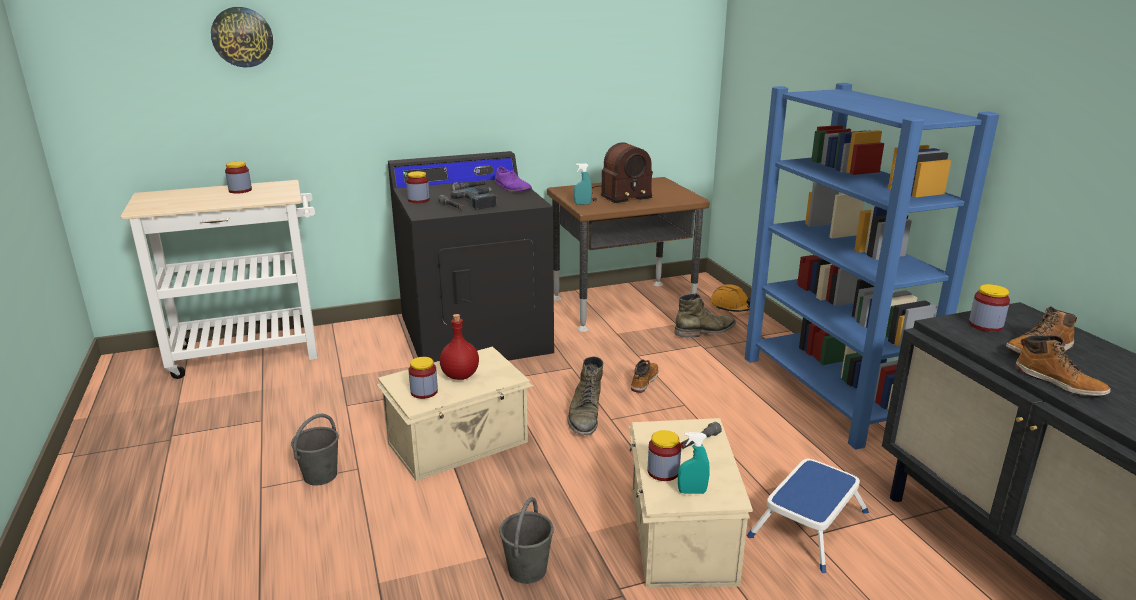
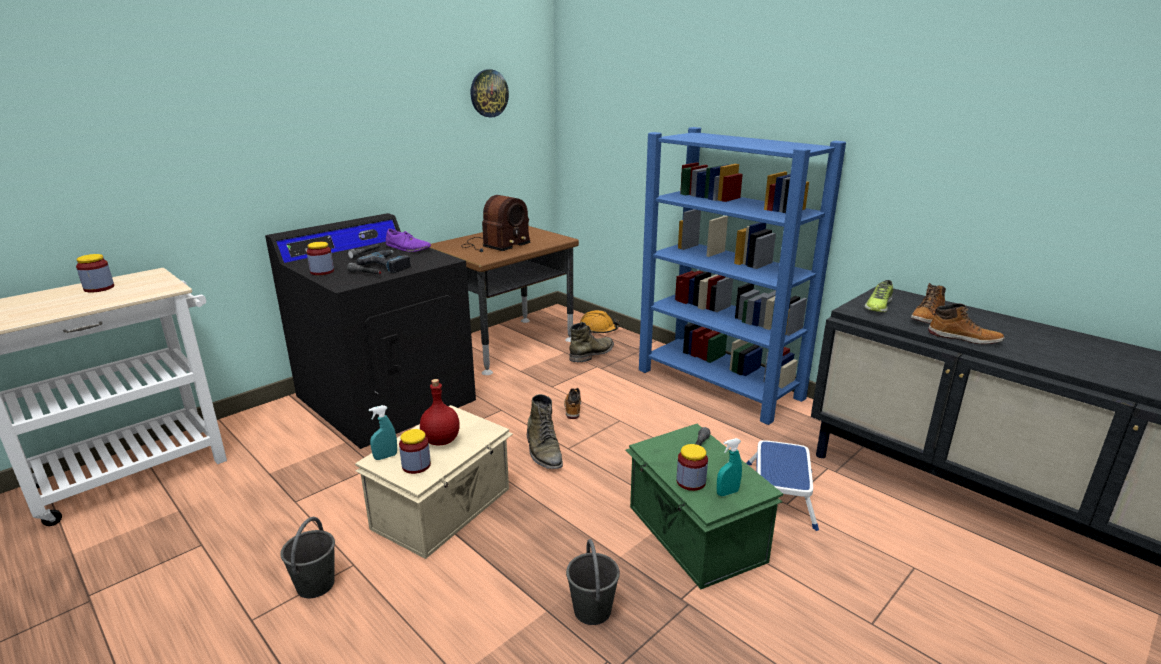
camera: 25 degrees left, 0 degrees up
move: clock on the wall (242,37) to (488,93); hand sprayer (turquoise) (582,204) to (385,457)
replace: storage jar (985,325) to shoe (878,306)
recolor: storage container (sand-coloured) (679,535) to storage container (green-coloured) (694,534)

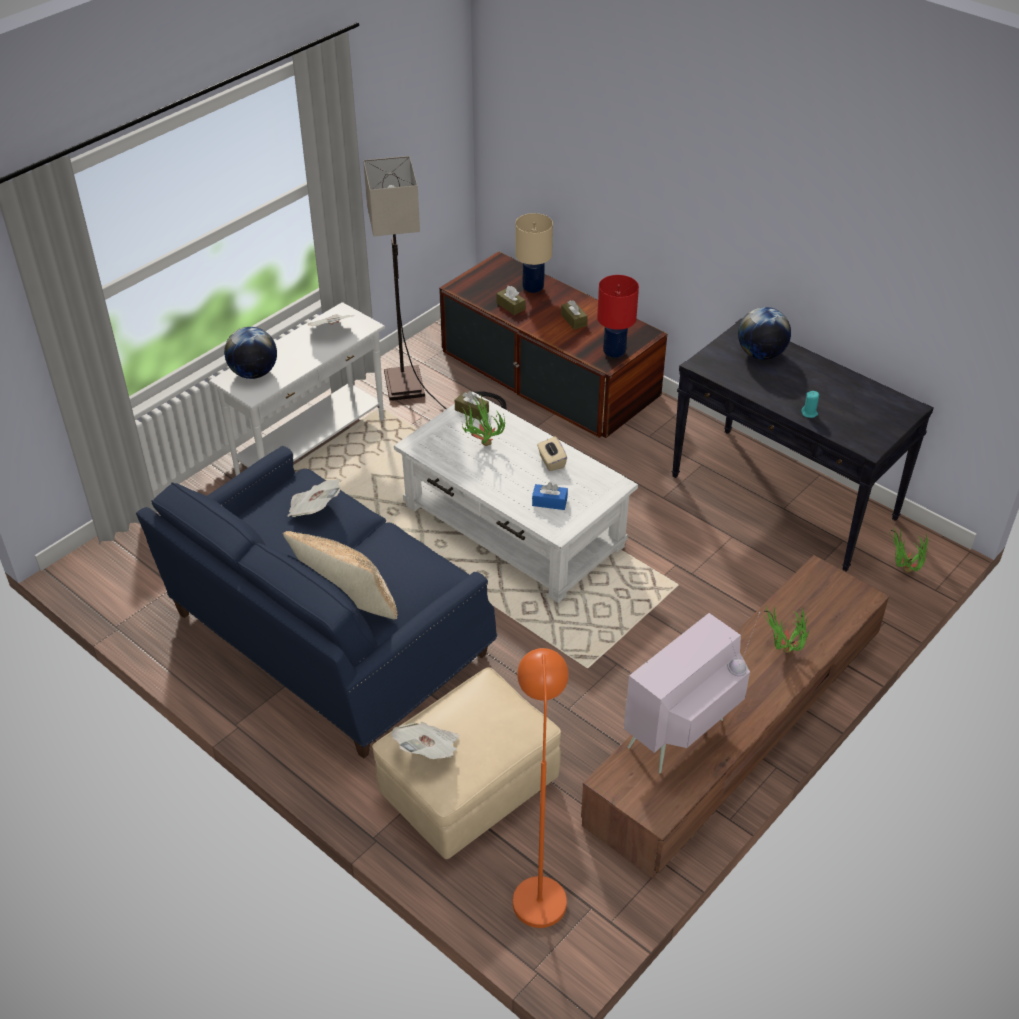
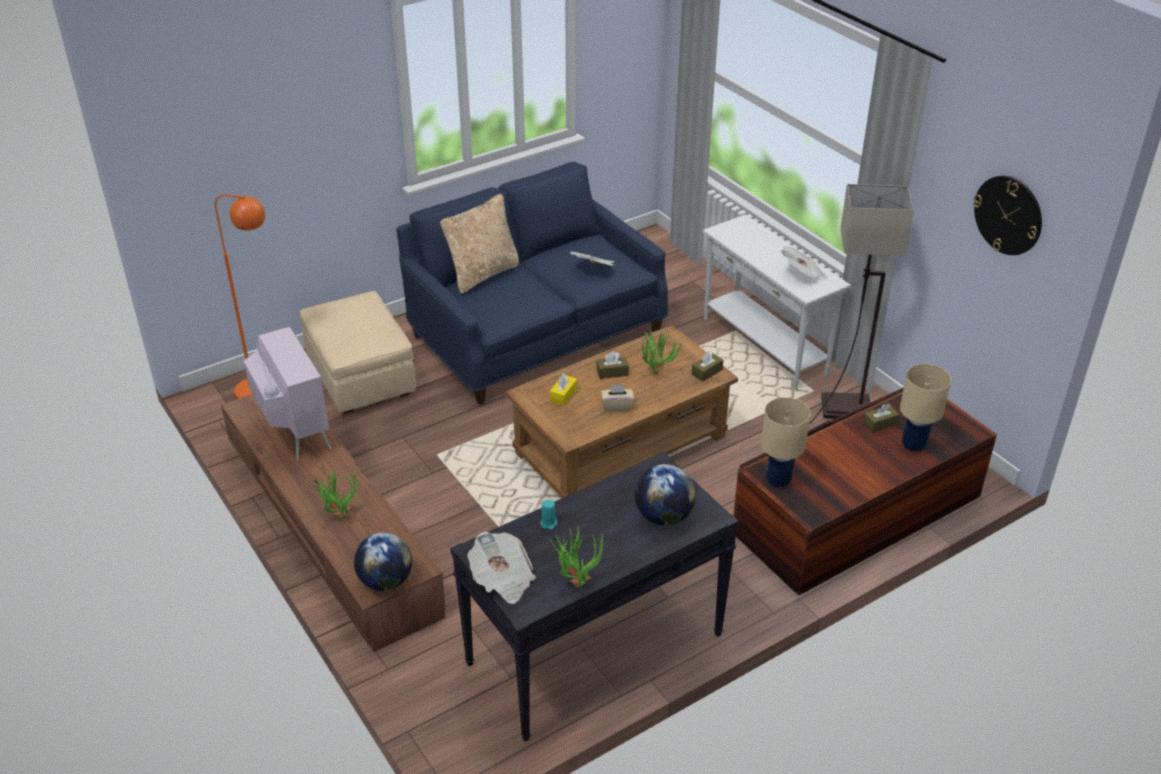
camera: 105 degrees right, 5 degrees down
insert: clock on the wall (1008,215)
move: tissue box (brownish) (574,320) to (612,372); world globe (254,373) to (385,581); plant in a pot (902,572) to (576,580); daily paper (428,751) to (502,579)
recolor: lamp for a table (red) (614,353) to lamp for a table (sand-coloured) (778,481); low table (white-coloured) (513,526) to low table (brownish) (621,444); tissue box (bluish) (549,502) to tissue box (yellow-coloured) (563,395)

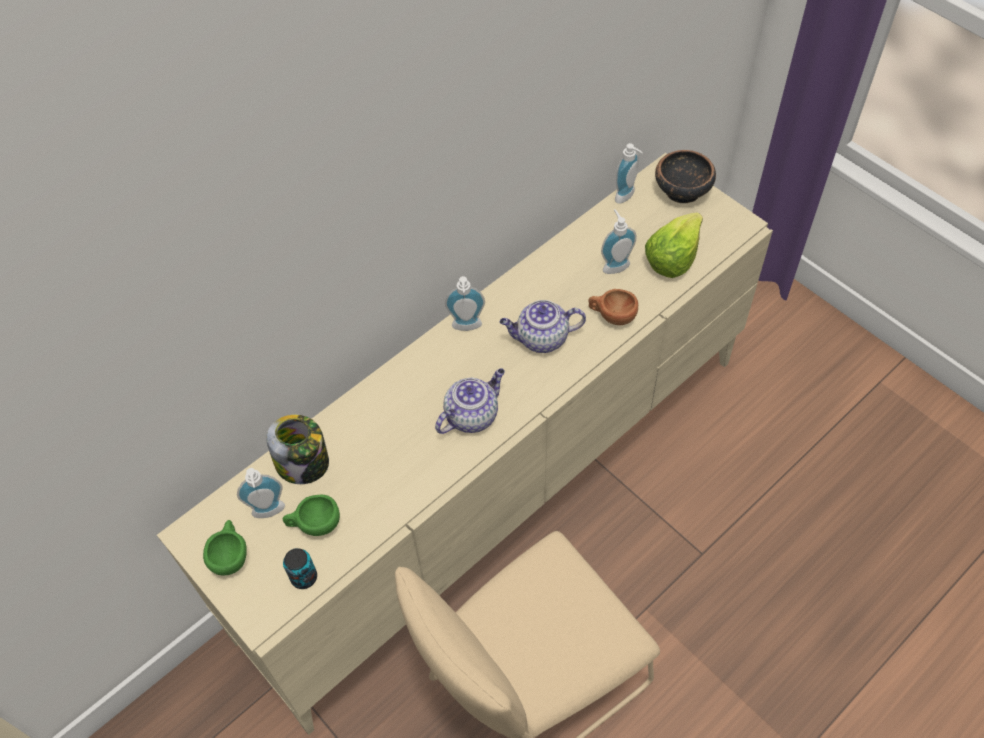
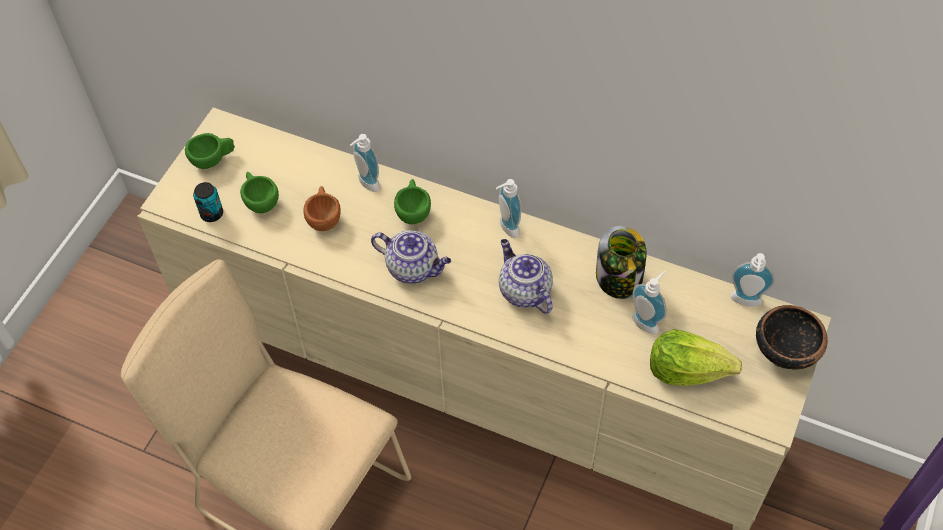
camera: 65 degrees right, 0 degrees up
insert: drinking cup (green-coloured) (413,210)
move: drinking cup (brownish) (611,316) to (324,217); storage jar (304,464) to (619,279); soap bottle (269,513) to (366,184)

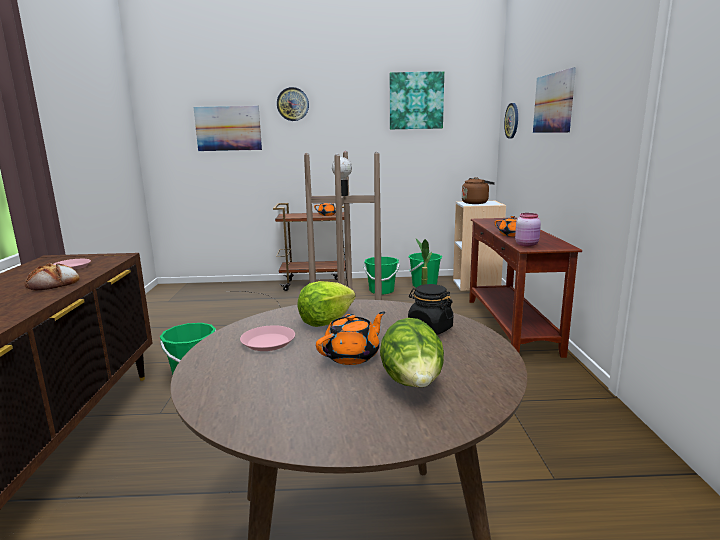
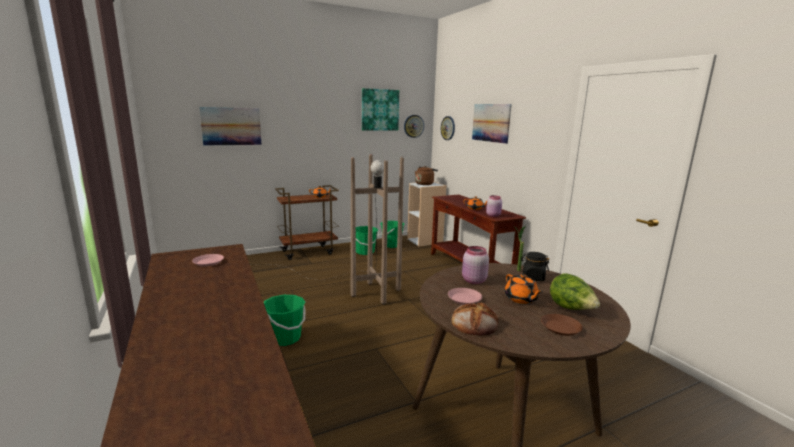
camera: 25 degrees left, 0 degrees up
insert: flat dish (brownish) (560,328)
move: clock on the wall (293,104) to (413,126); baked bread (54,283) to (475,323)
replace: lettuce (326,321) to storage jar (pink) (473,281)
rotate: tea pot (orange-coloured) (352,356) = (521,299) 135 degrees clockwise

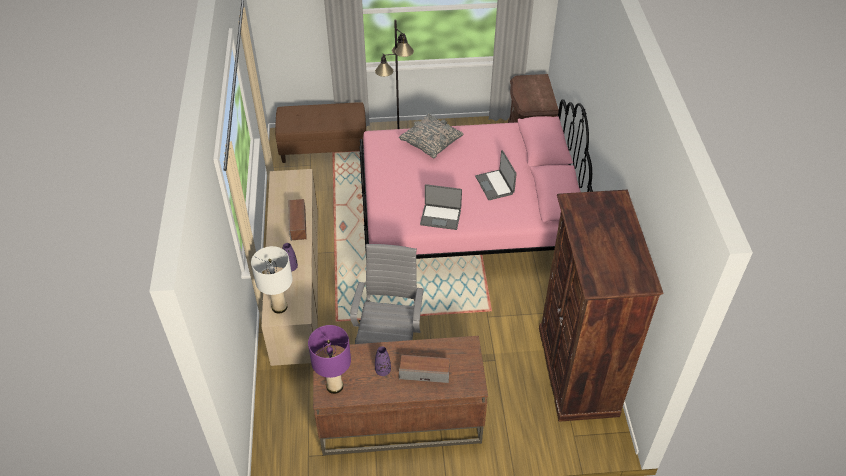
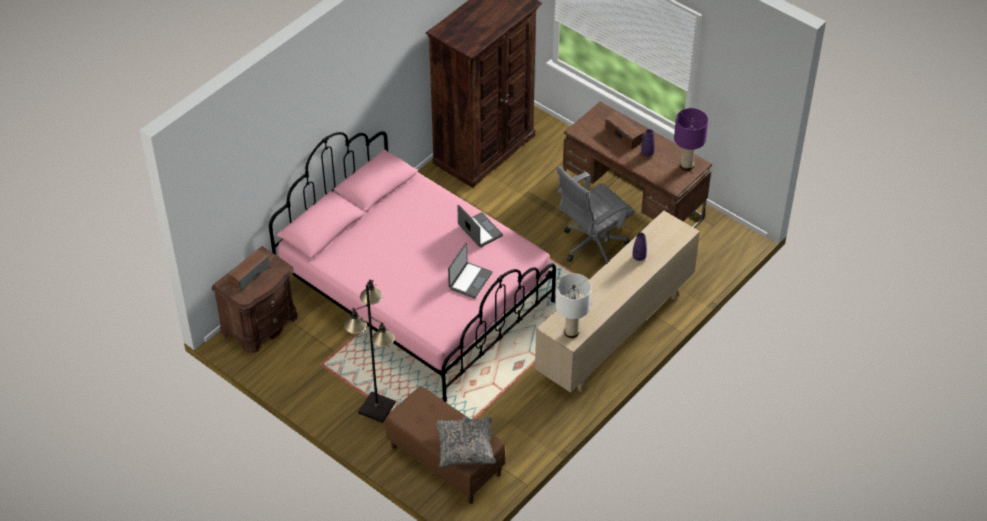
camera: 135 degrees left, 0 degrees up
move: throw pillow (gray) (431,143) to (465,449); notebook computer (495,185) to (469,280); loudspeaker (298,224) to (249,274); lamp for a table (white-coloured) (279,307) to (571,332)

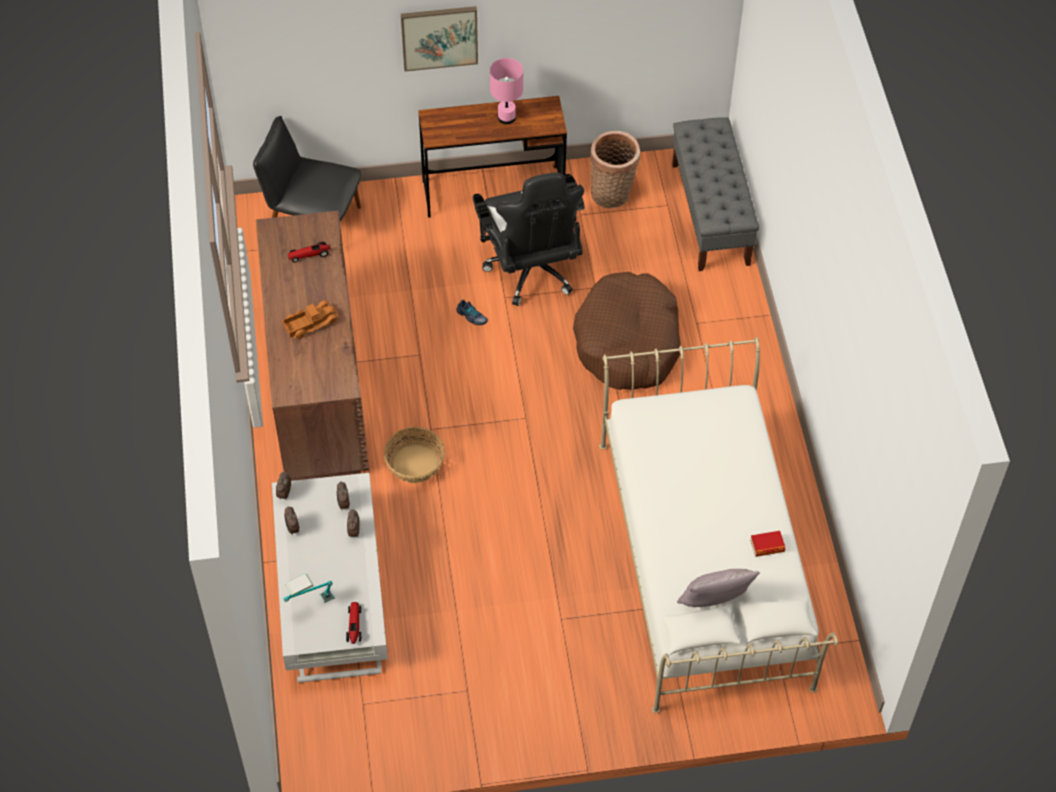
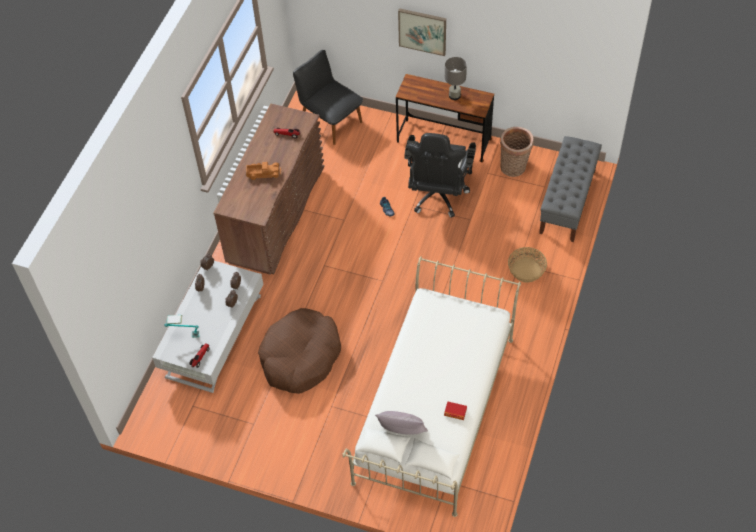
camera: 30 degrees right, 0 degrees up
move: pet bed (brownish) (628,342) to (300,357); storage basket (415,464) to (526,271)
recolor: lamp for a table (pink) (507,117) to lamp for a table (gray) (455,95)

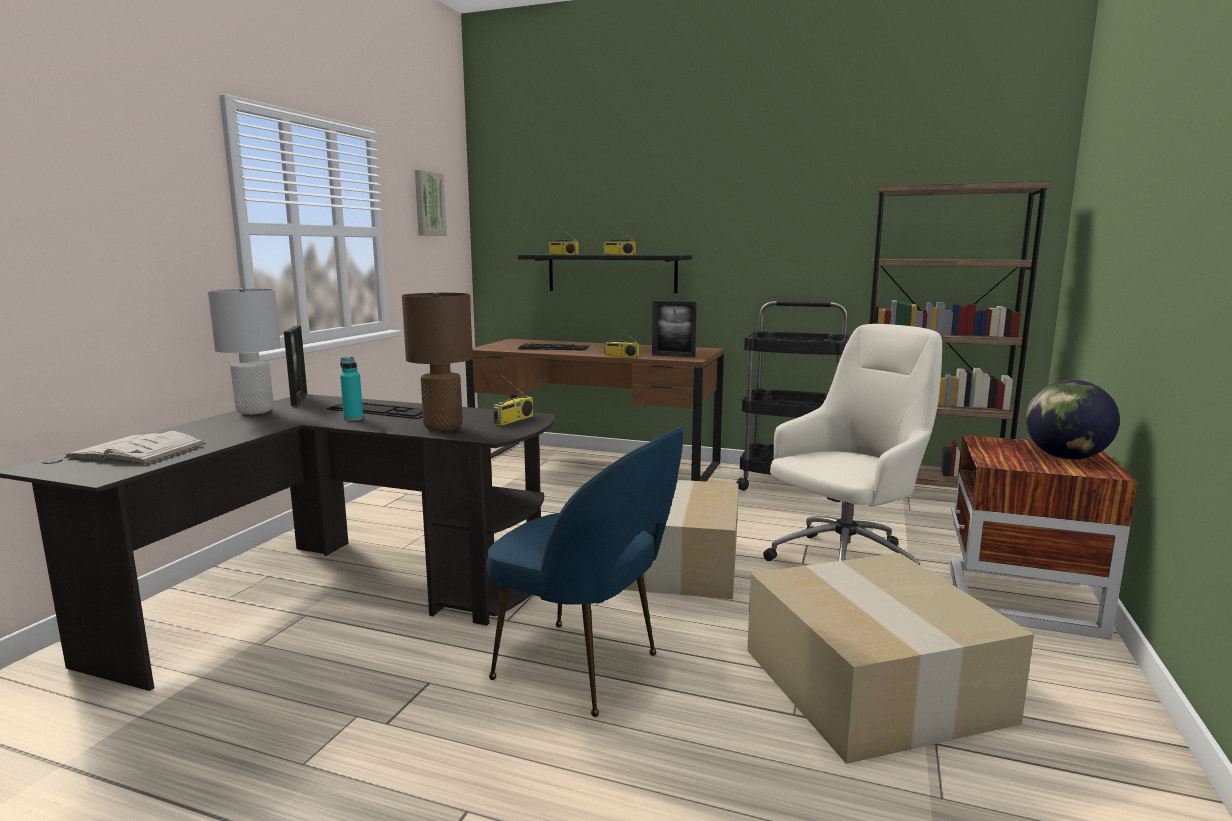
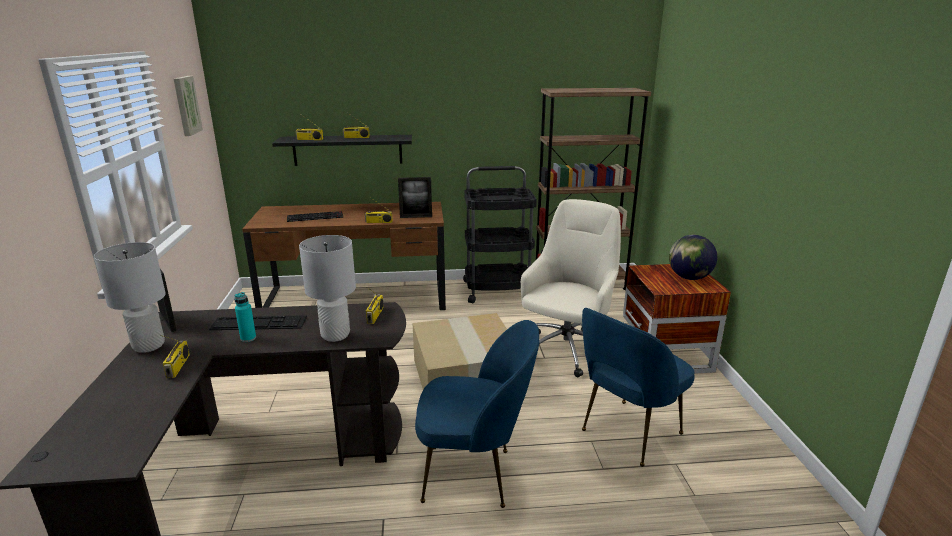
camera: 25 degrees left, 10 degrees up
delete: volume (white-coloured) (137,450)
insert: radio set (178,366)
replace: cardboard box (868,683) to chair (bluish) (626,435)
recolor: lamp for a table (brownish) (444,429) to lamp for a table (gray) (336,337)

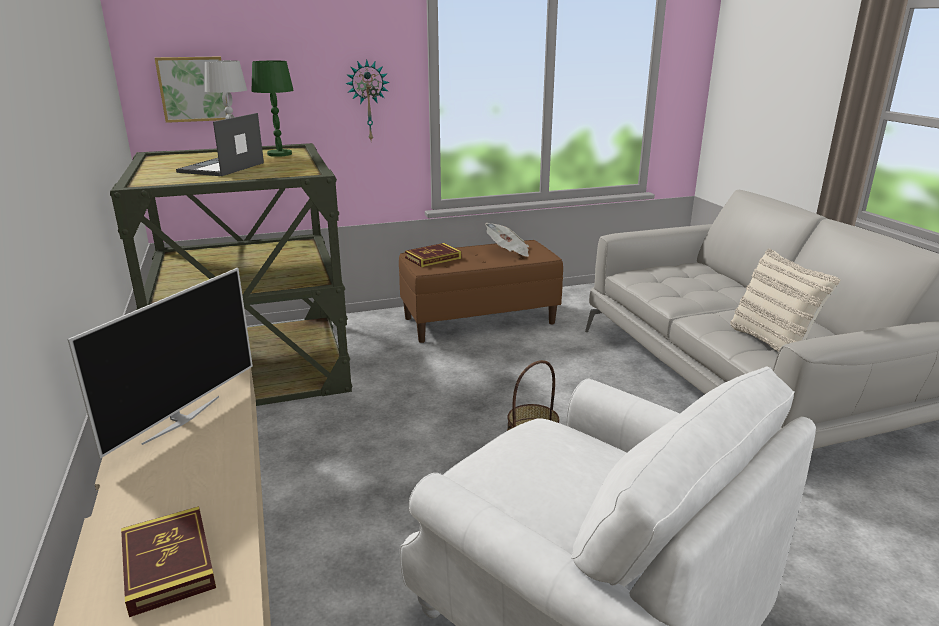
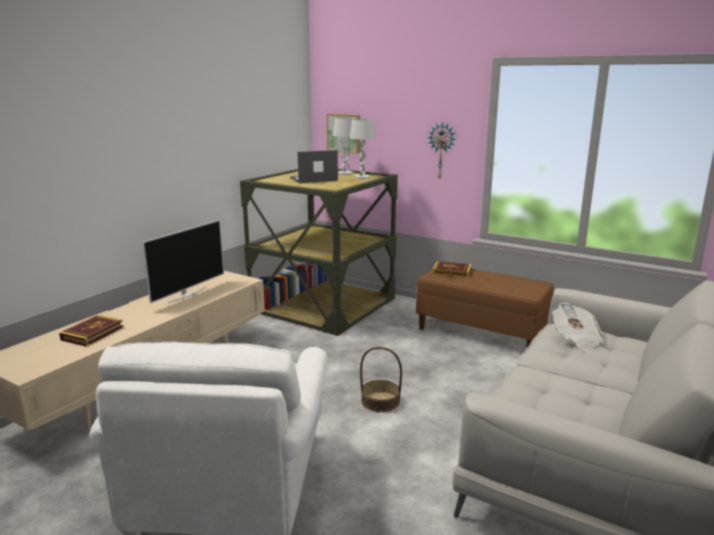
camera: 50 degrees right, 5 degrees down
delete: throw pillow (sand-coloured) (772,343)
move: daily paper (508,252) to (576,339)
recolor: lamp for a table (green-coloured) (279,154) to lamp for a table (white-coloured) (362,177)
rotate: TV set (181,419) = (187,294) 45 degrees counterclockwise

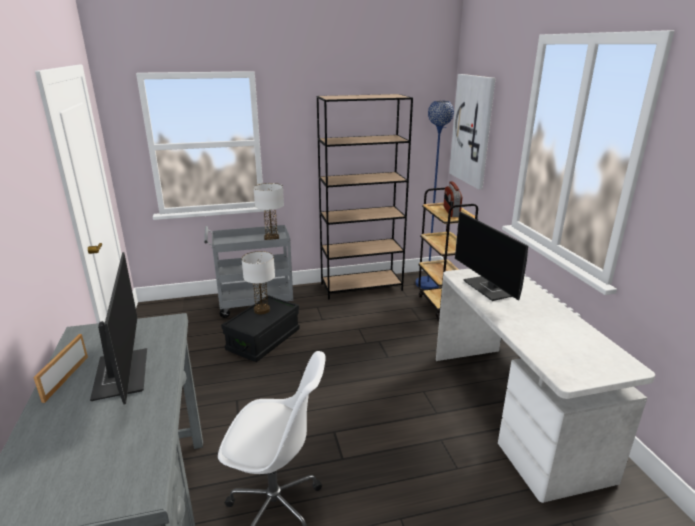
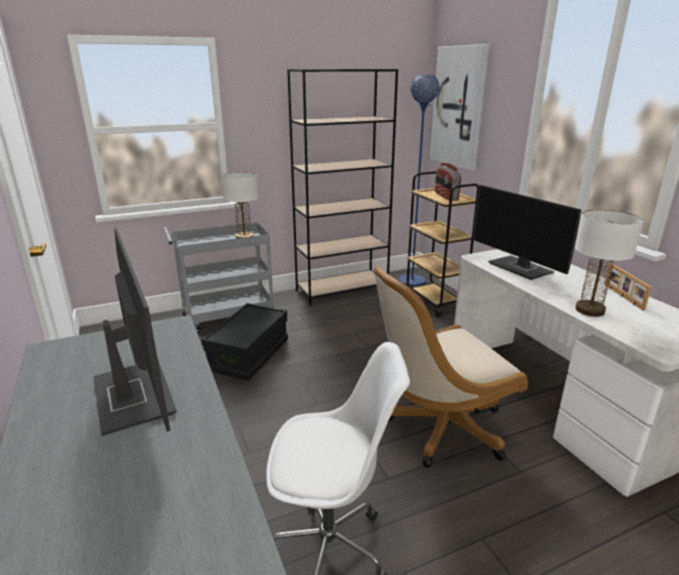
camera: 10 degrees left, 0 degrees up
insert: office chair (437,429)
move: lamp for a table (262,310) to (590,310); photo frame (65,378) to (622,296)

